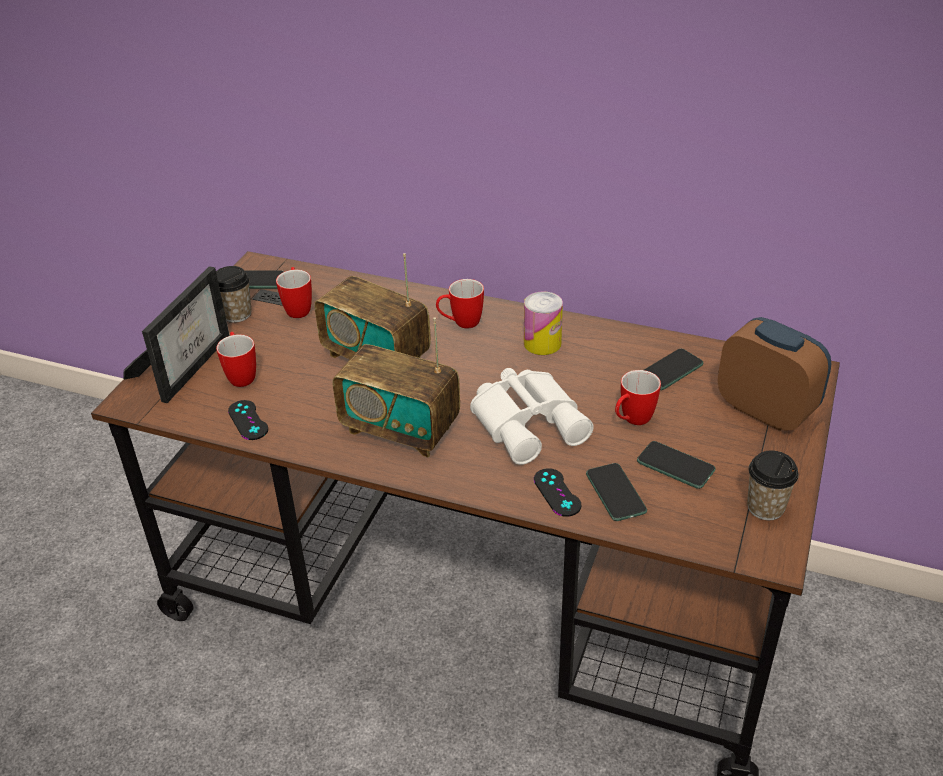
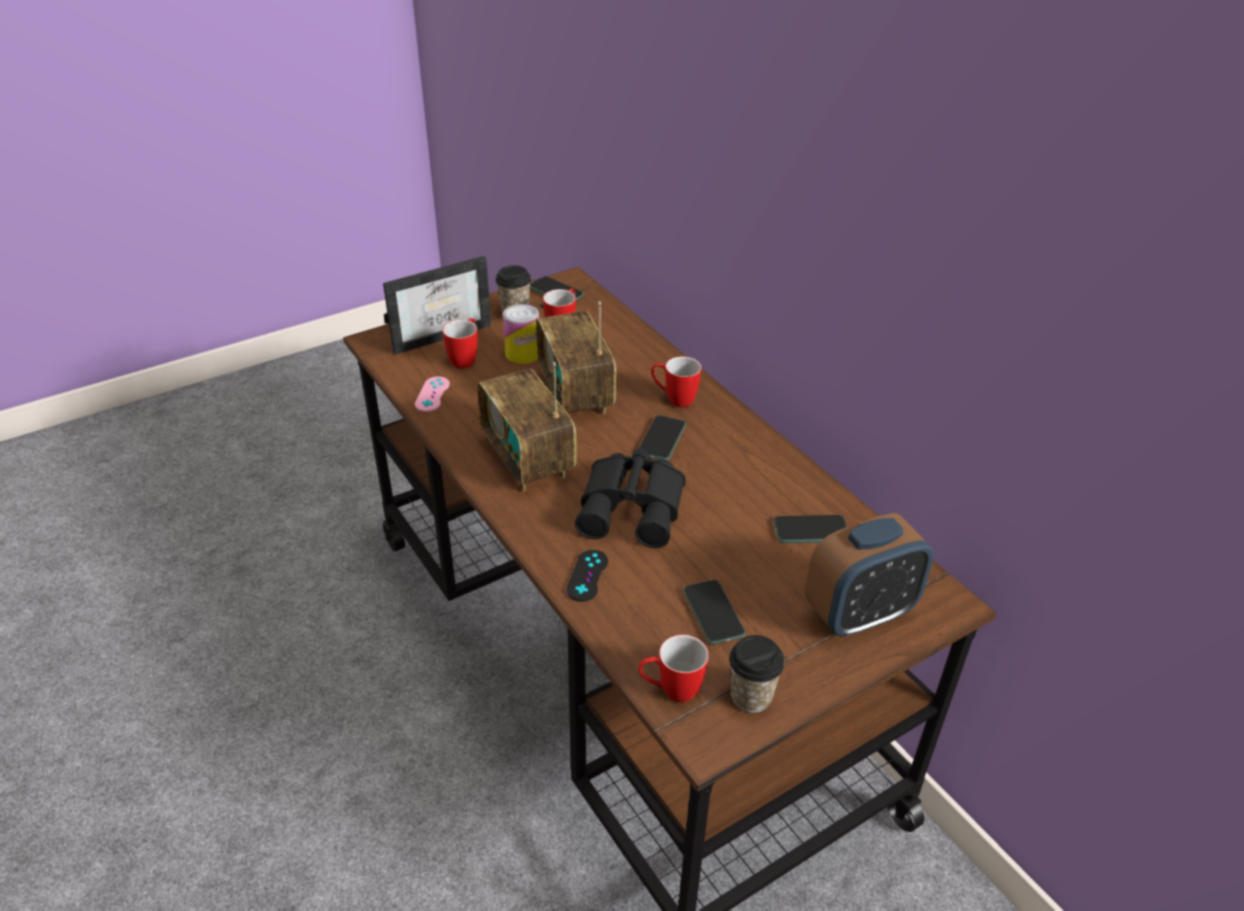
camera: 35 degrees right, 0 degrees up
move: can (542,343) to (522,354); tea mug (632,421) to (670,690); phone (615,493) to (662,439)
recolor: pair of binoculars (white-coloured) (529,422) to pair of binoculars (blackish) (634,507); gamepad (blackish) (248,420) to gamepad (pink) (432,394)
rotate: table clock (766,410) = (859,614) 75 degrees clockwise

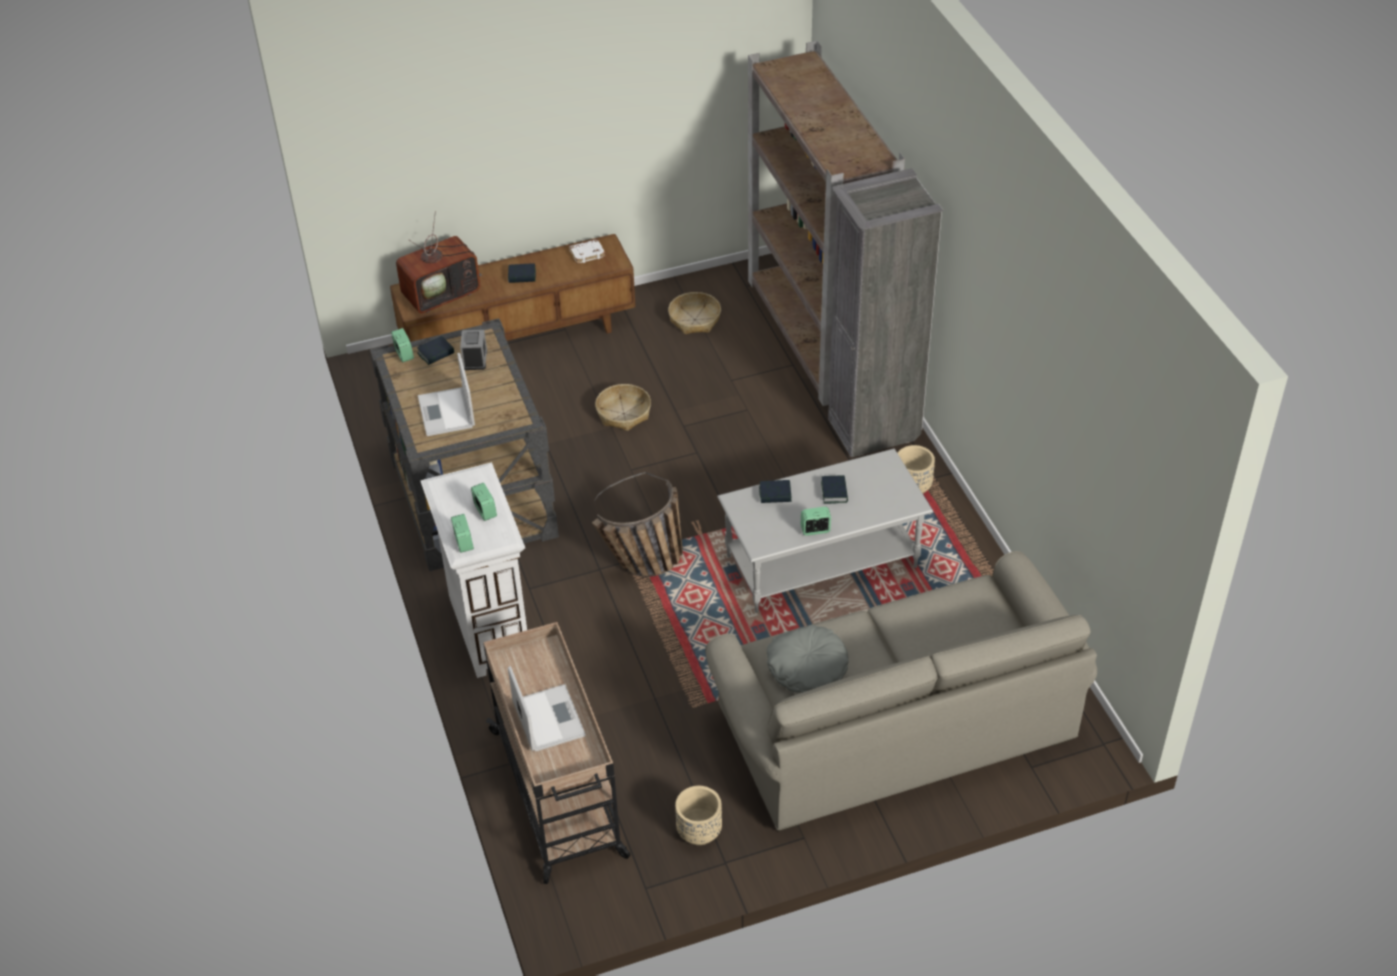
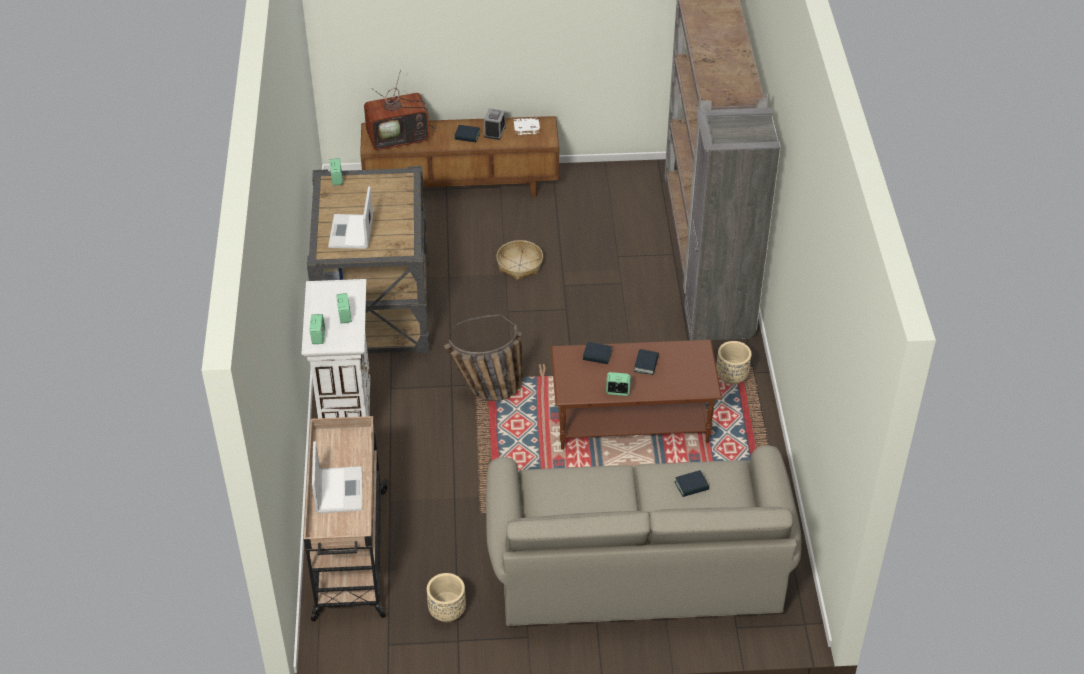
camera: 15 degrees right, 0 degrees up
delete: storage basket (695,319); throw pillow (gray) (807,669)
move: table clock (475,359) to (495,131); volume (436,353) to (691,486)
recolor: low table (gray) (821,563) to low table (brownish) (631,421)

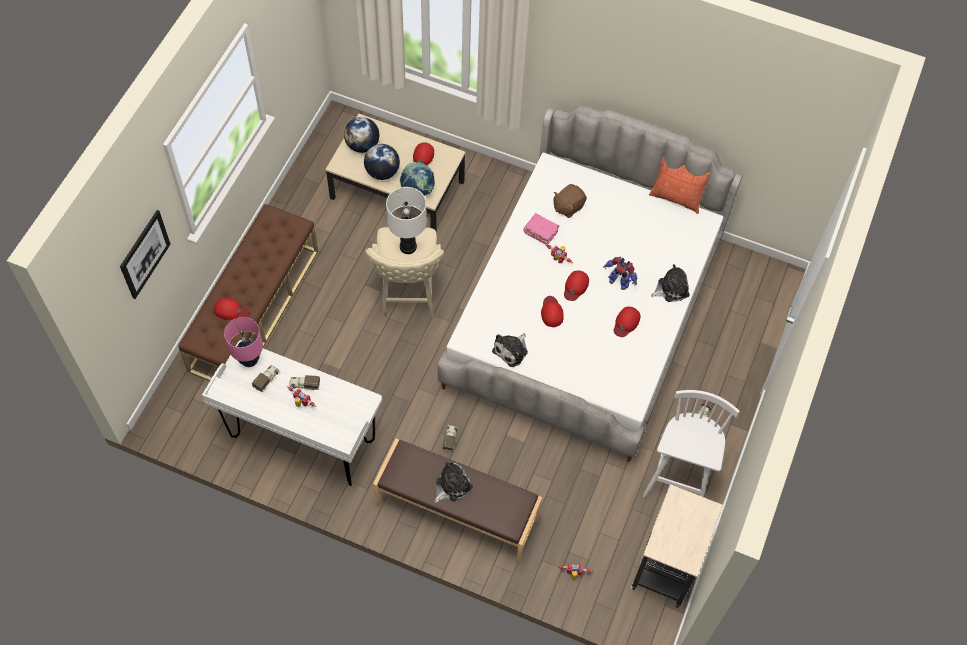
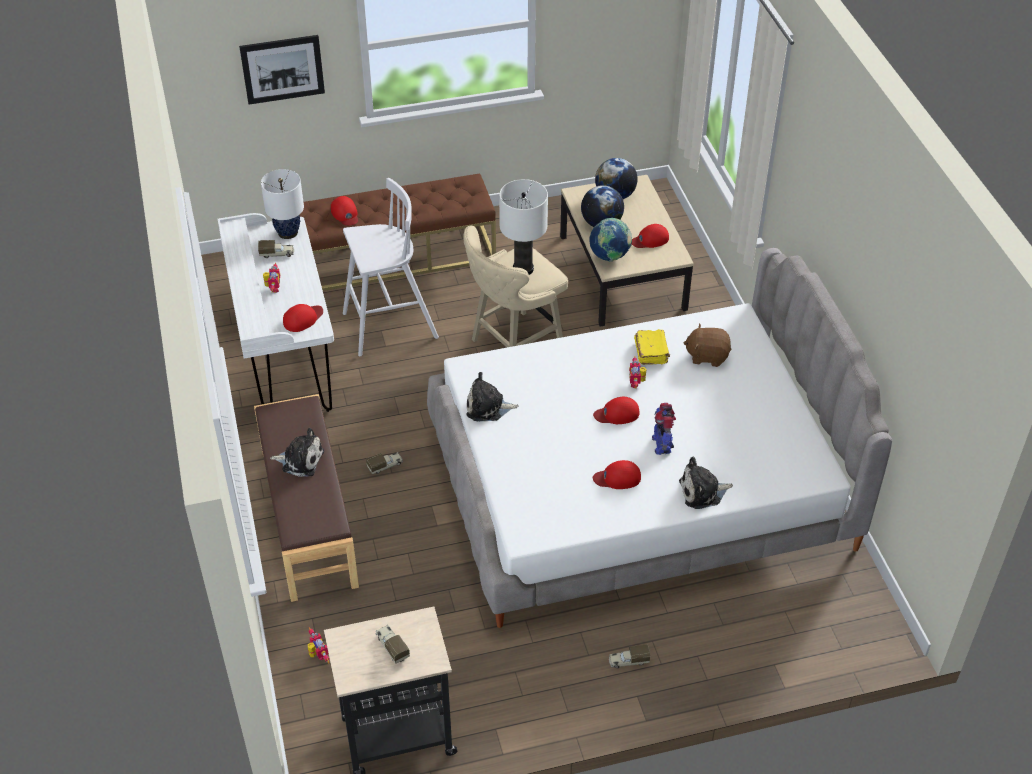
camera: 55 degrees right, 15 degrees down
delete: throw pillow (orange-coloured) (676,198)
move: baseball cap (red) (551,312) to (303,319); toy lorry (304,385) to (392,647); stool seat (white-coloured) (679,476) to (388,326)
recolor: volume (pink) (540,232) to volume (yellow-coloured) (651,352); lamp for a table (pink) (249,359) to lamp for a table (white-coloured) (287,232)
rotate: cuddly toy (671,288) = (702,492) 135 degrees clockwise

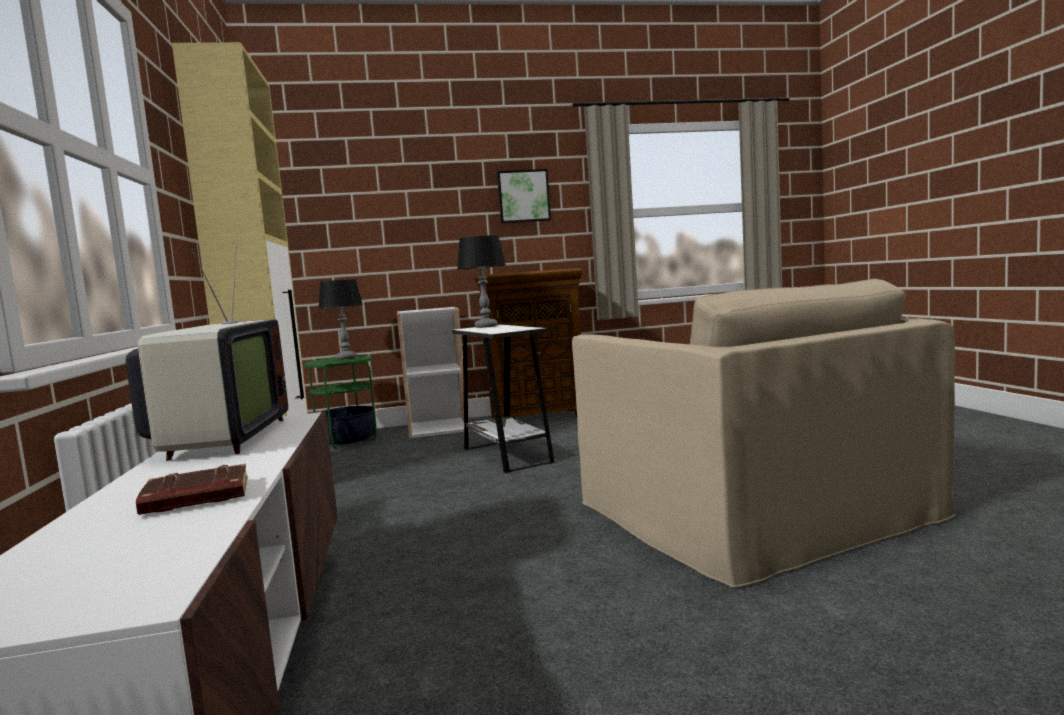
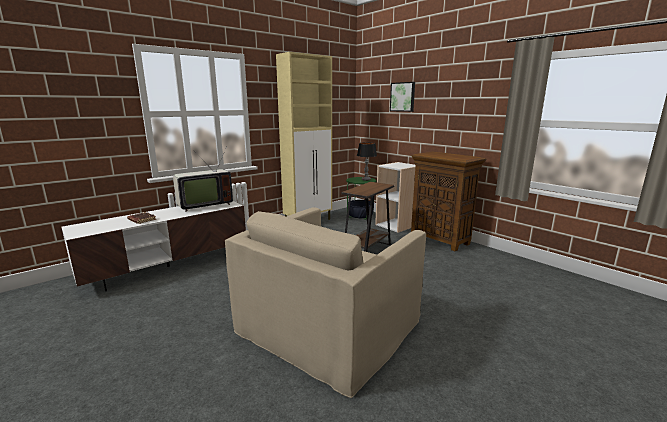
camera: 60 degrees right, 10 degrees up
delete: lamp for a table (486,326)
move: picture (523,196) to (403,97)
recolor: accent table (white-coloured) (506,455) to accent table (brownish) (367,250)

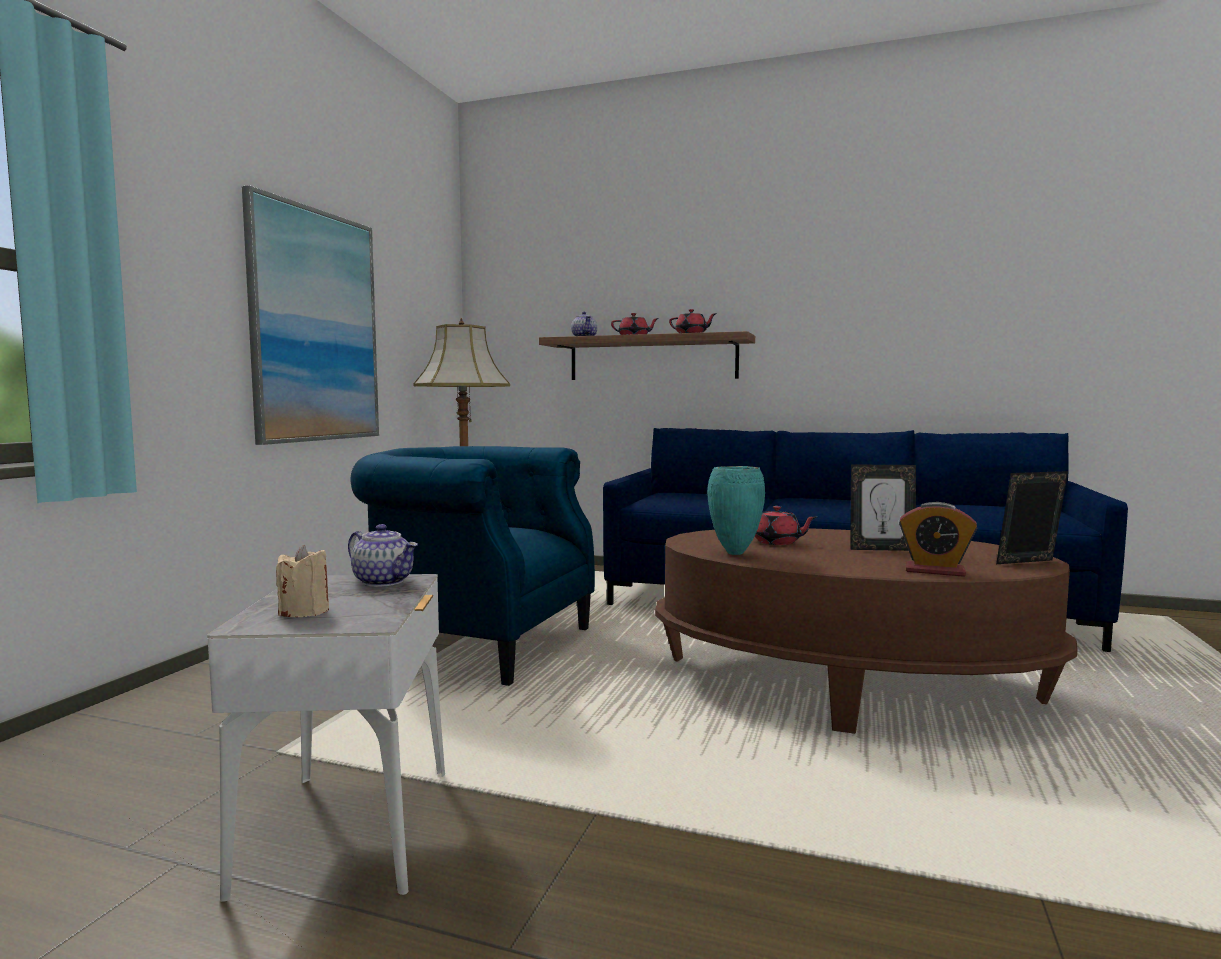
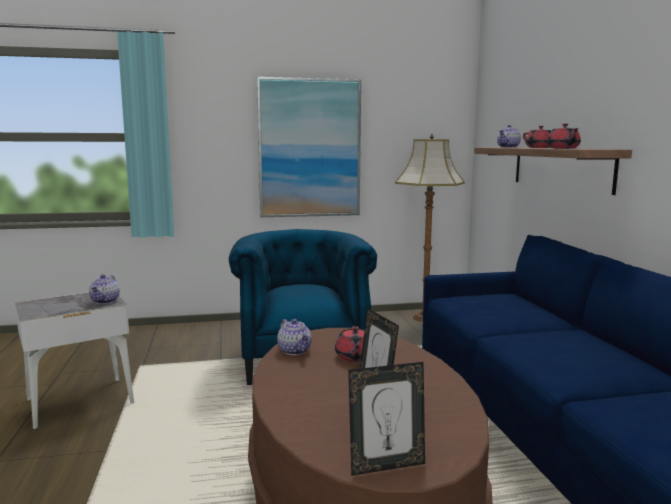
camera: 60 degrees right, 5 degrees up
delete: table clock (935,571); wax candle (sand-coloured) (304,612)
replace: decorative vase (turquoise) (734,553) to tea pot (295,351)
rotate: photo frame (1029,563) = (386,465) 120 degrees clockwise

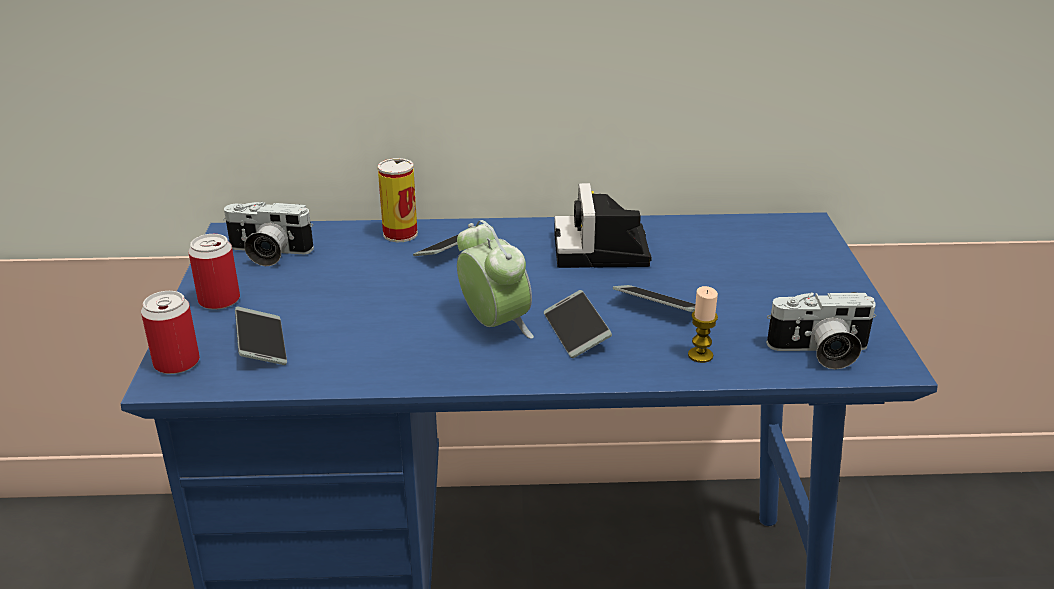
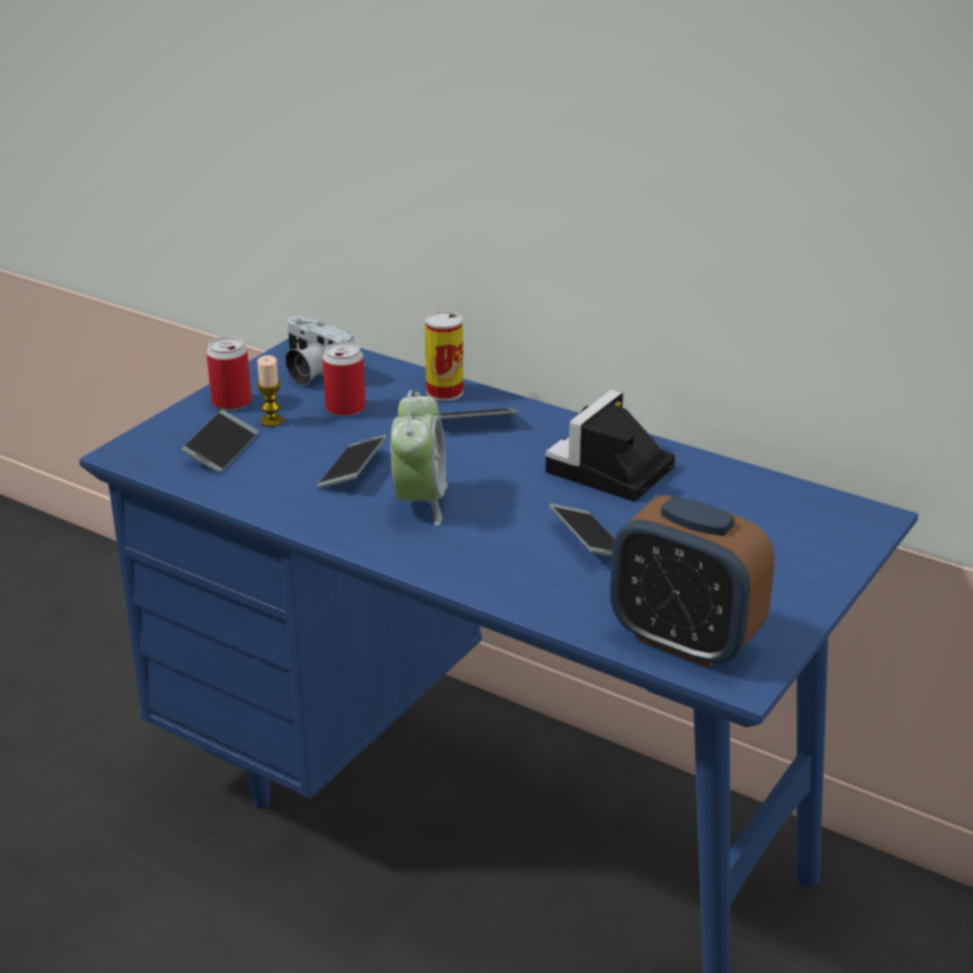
camera: 35 degrees right, 0 degrees up
move: wax candle (700,355) to (271,421); phone (576,332) to (352,470); can (177,363) to (345,408)
replace: photo camera (820,353) to table clock (685,640)

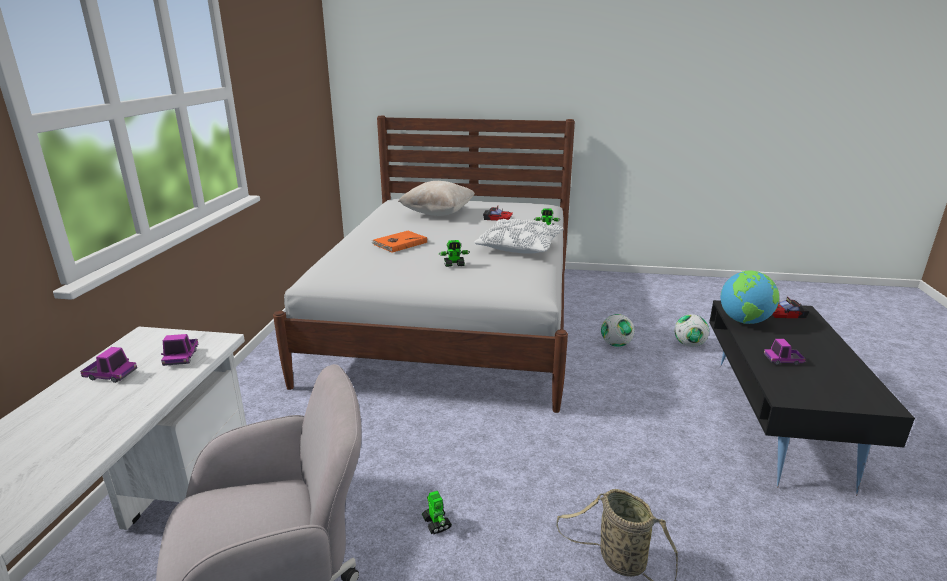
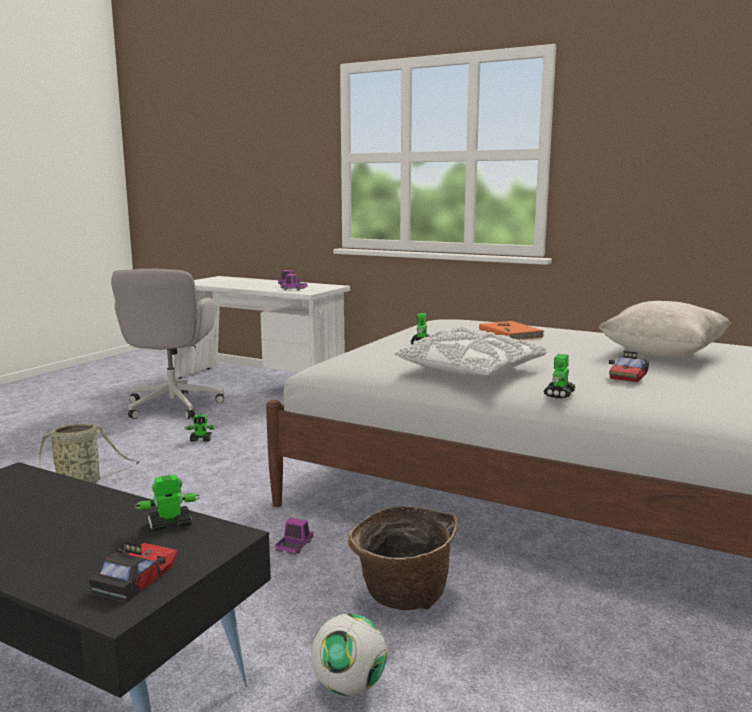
camera: 110 degrees right, 10 degrees down
move: toy lorry (783,360) to (294,546)
replace: world globe (744,321) to robot figure (169,525); football (616,344) to storage basket (402,596)

